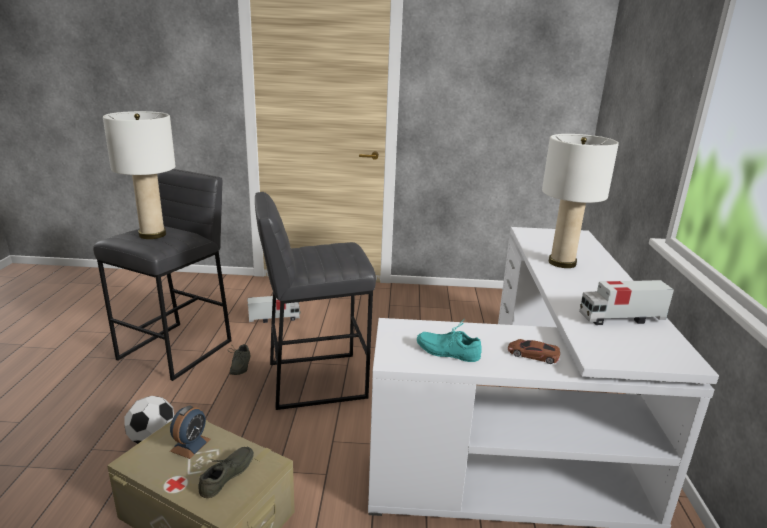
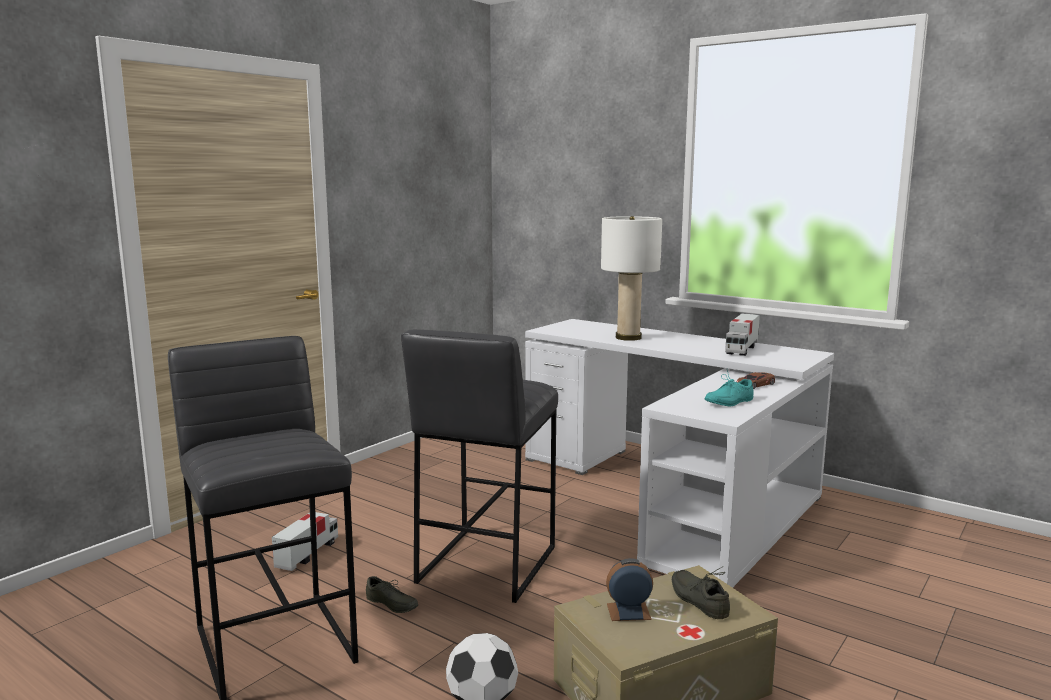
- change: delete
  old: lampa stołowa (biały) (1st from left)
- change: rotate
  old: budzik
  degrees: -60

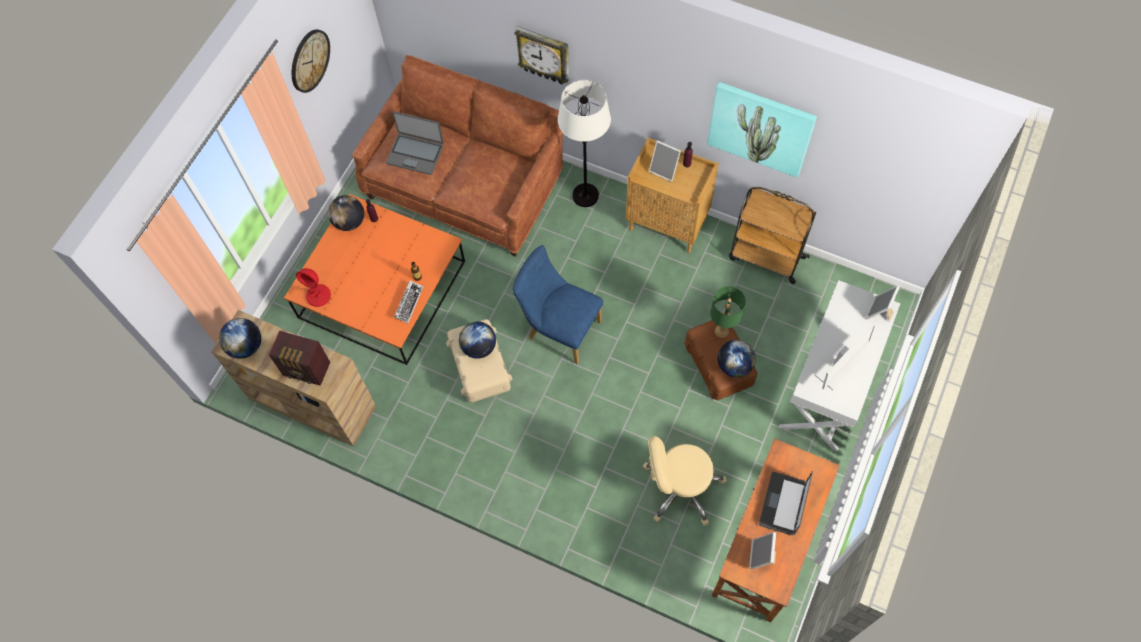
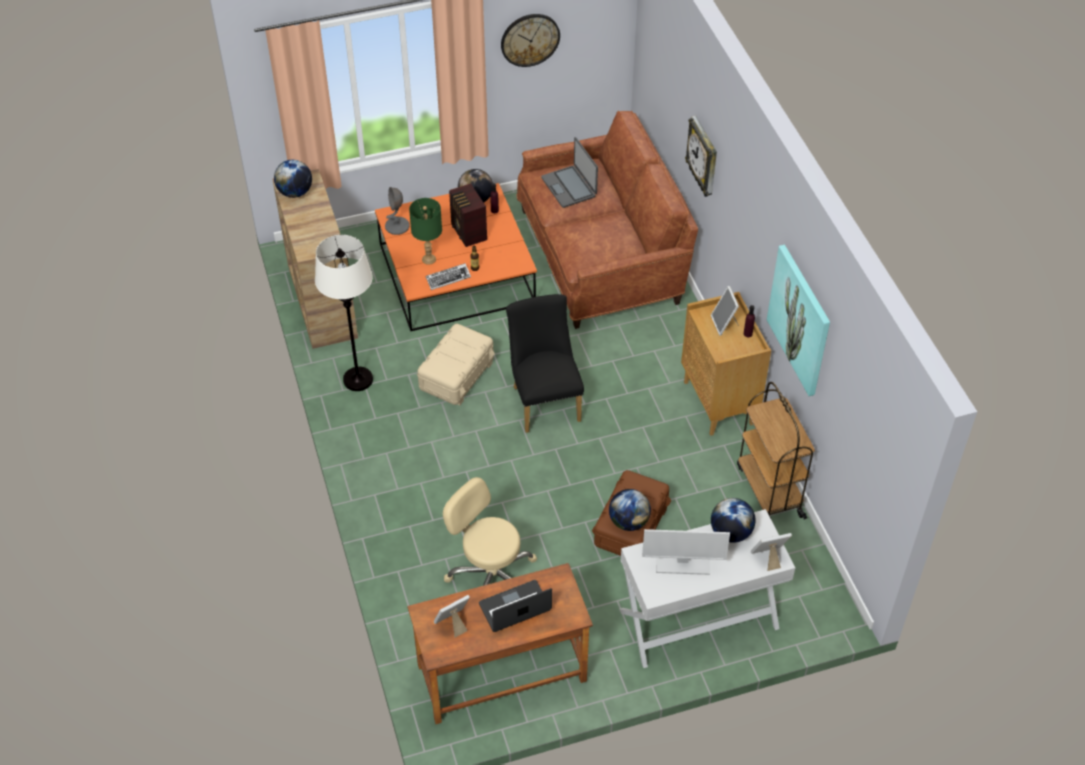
- change: move
  old: radio
- change: move
  old: globus (3rd from left in the first image)
  new: globus (4th from left)
- change: move
  old: lampa stojąca (biały)
- change: move
  old: lampa stołowa (zielony)
- change: recolor
  old: lampa stołowa (czerwony)
  new: lampa stołowa (szary)
- change: recolor
  old: krzesło (niebieski)
  new: krzesło (czarny)

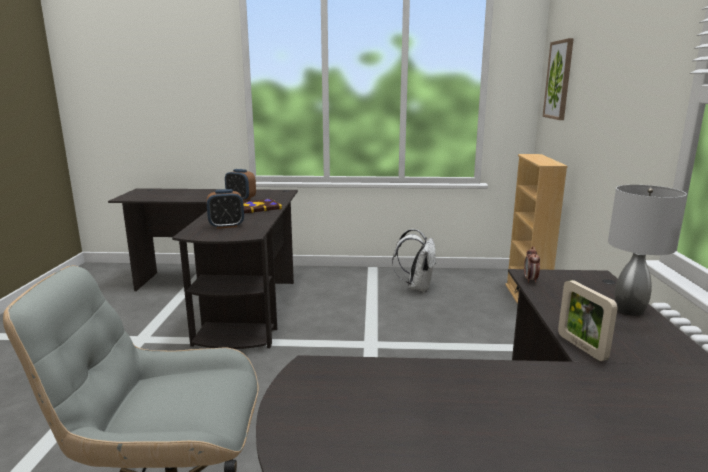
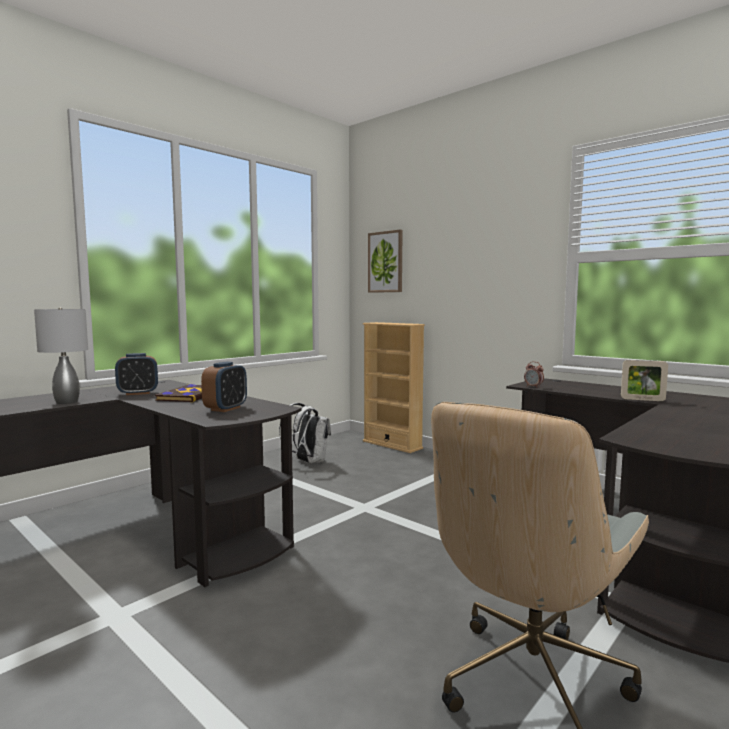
- change: move
  old: lampa stołowa (szary)

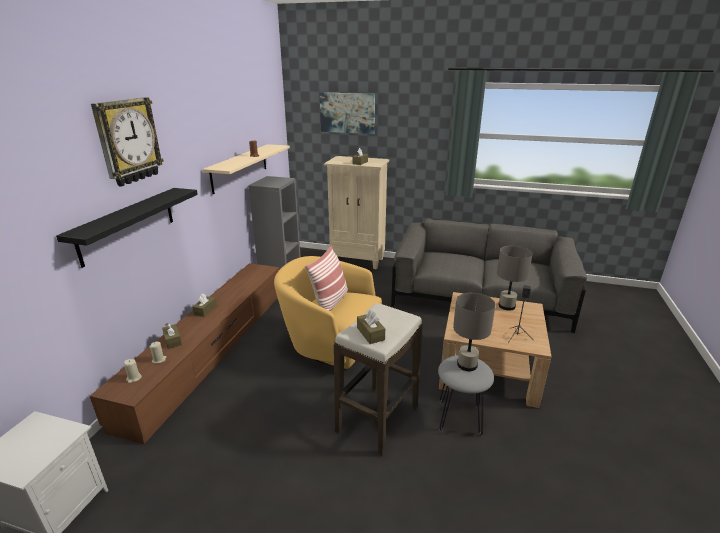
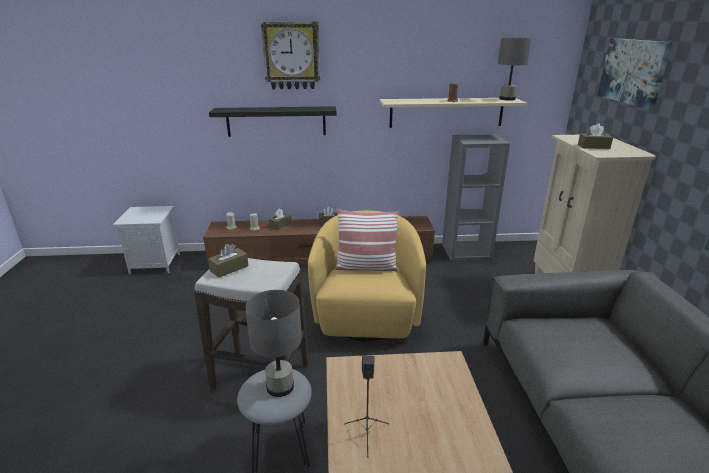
- change: move
  old: lampa stołowa (szary) (2nd from left)

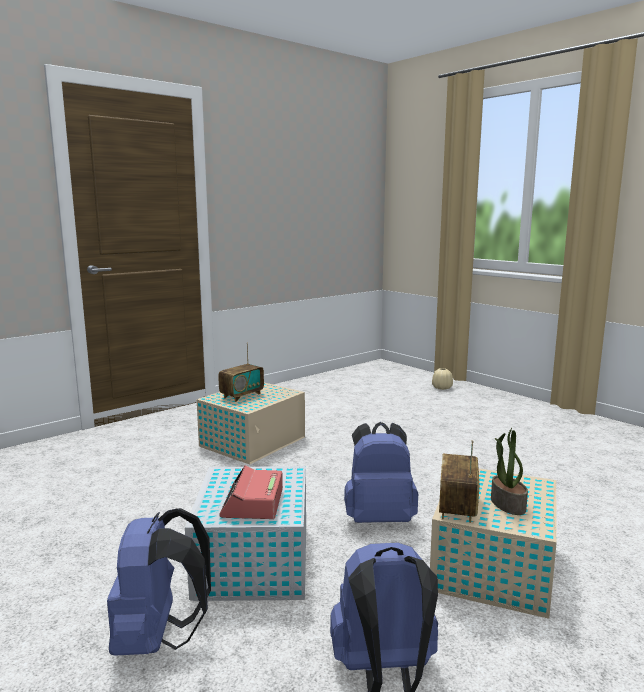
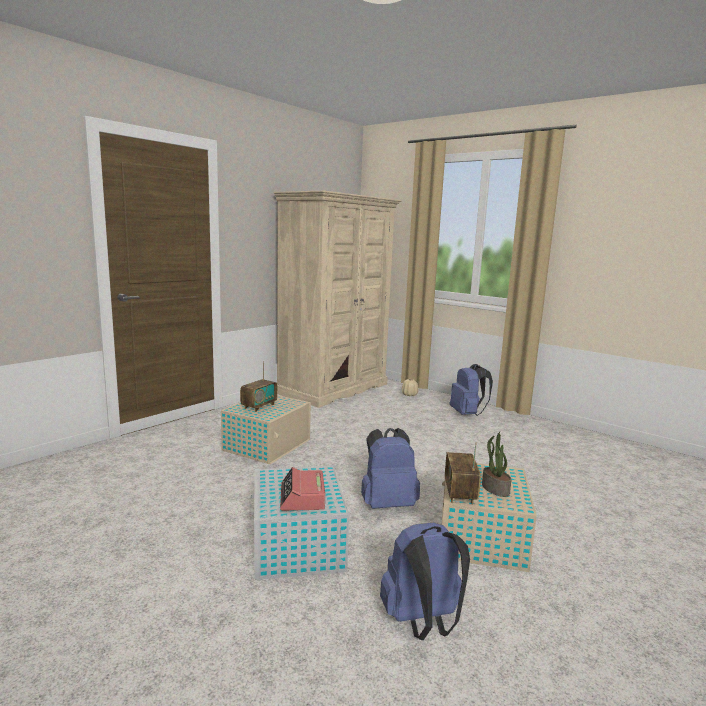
- change: insert
  new: szafa (beżowy)
- change: move
  old: plecak (niebieski) (1st from left in the first image)
  new: plecak (niebieski) (3rd from left)

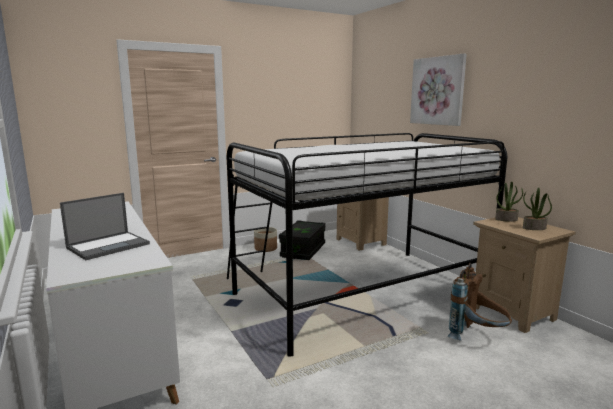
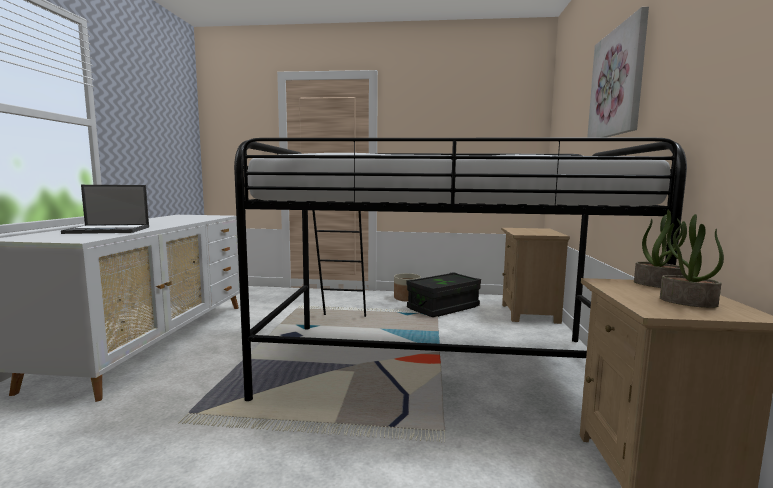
- change: delete
  old: plecak (brązowy)

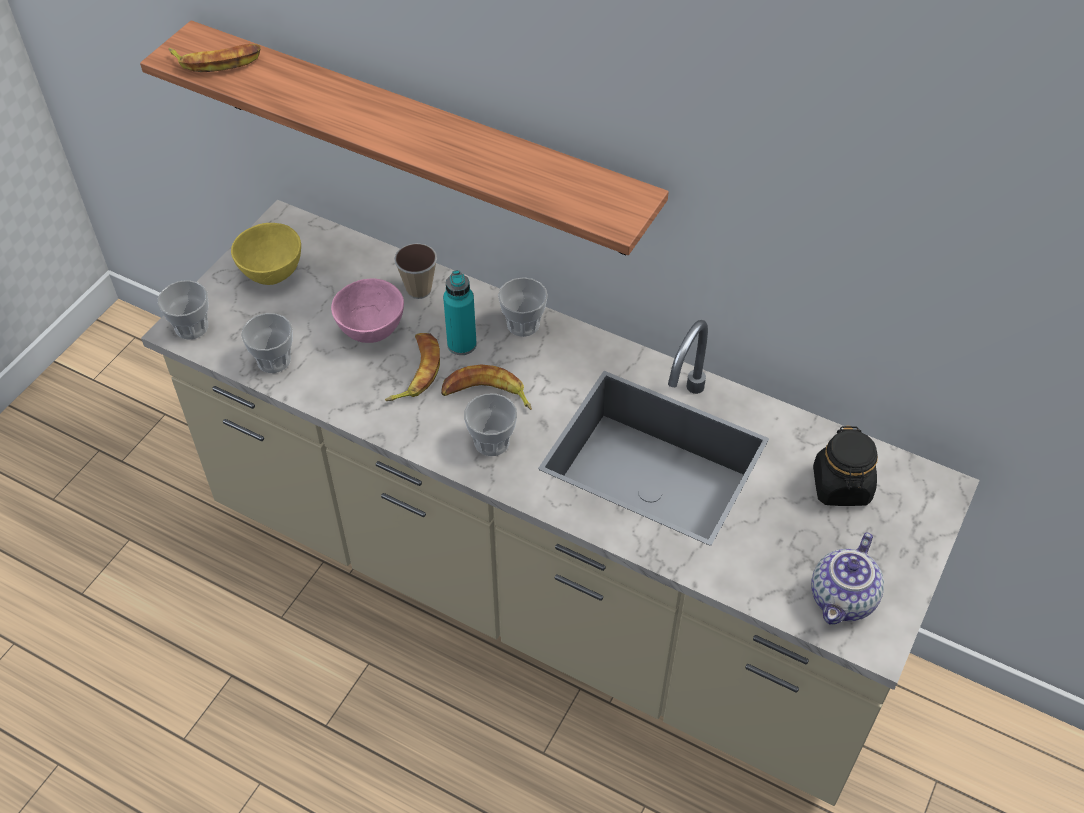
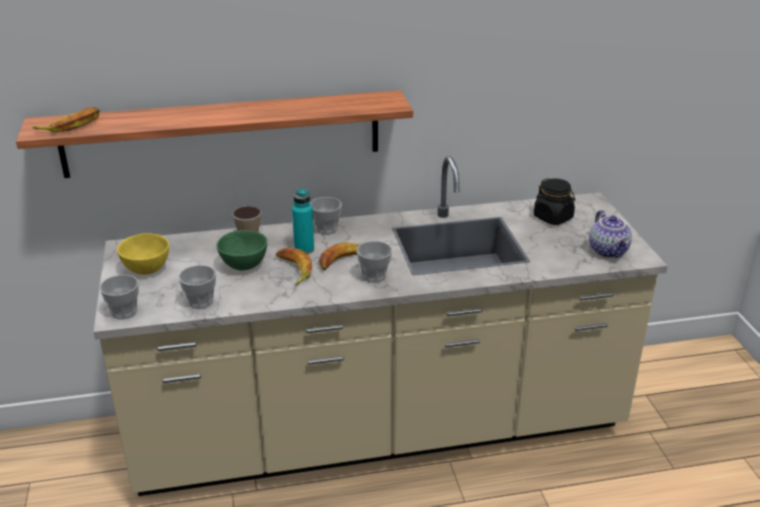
- change: recolor
  old: miska (różowy)
  new: miska (zielony)

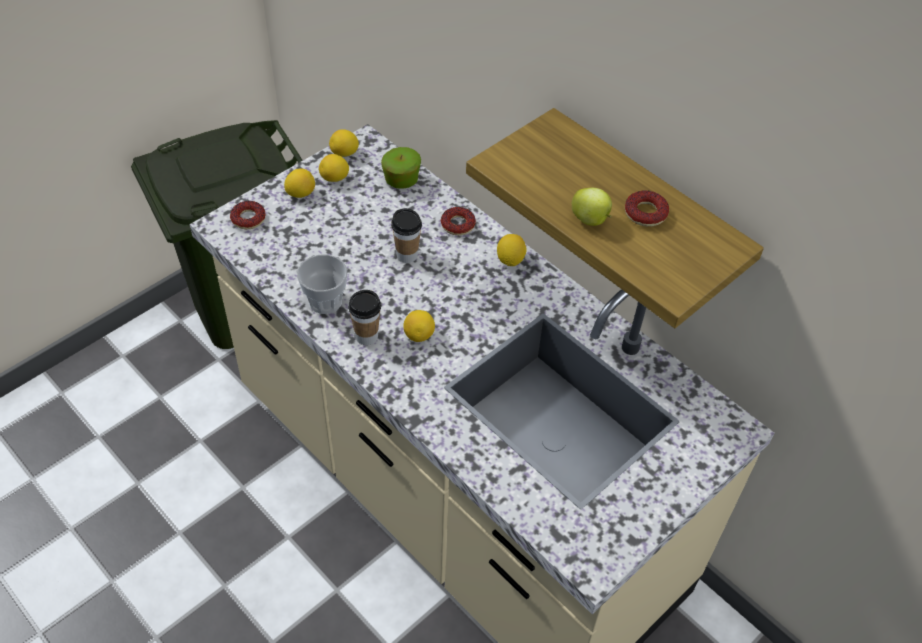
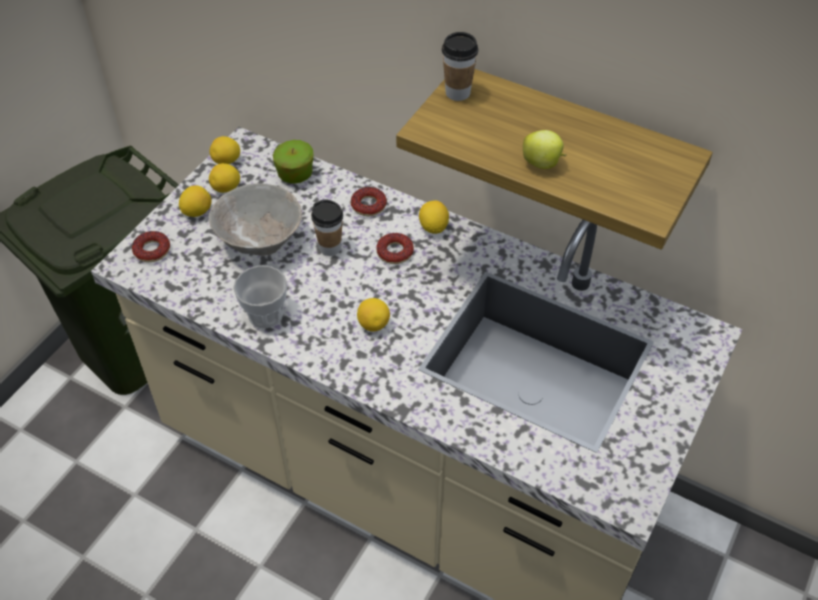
- change: insert
  new: miska (szary)
- change: move
  old: filiżanka (2nd from left in the first image)
  new: filiżanka (3rd from left)
- change: move
  old: donut (3rd from left)

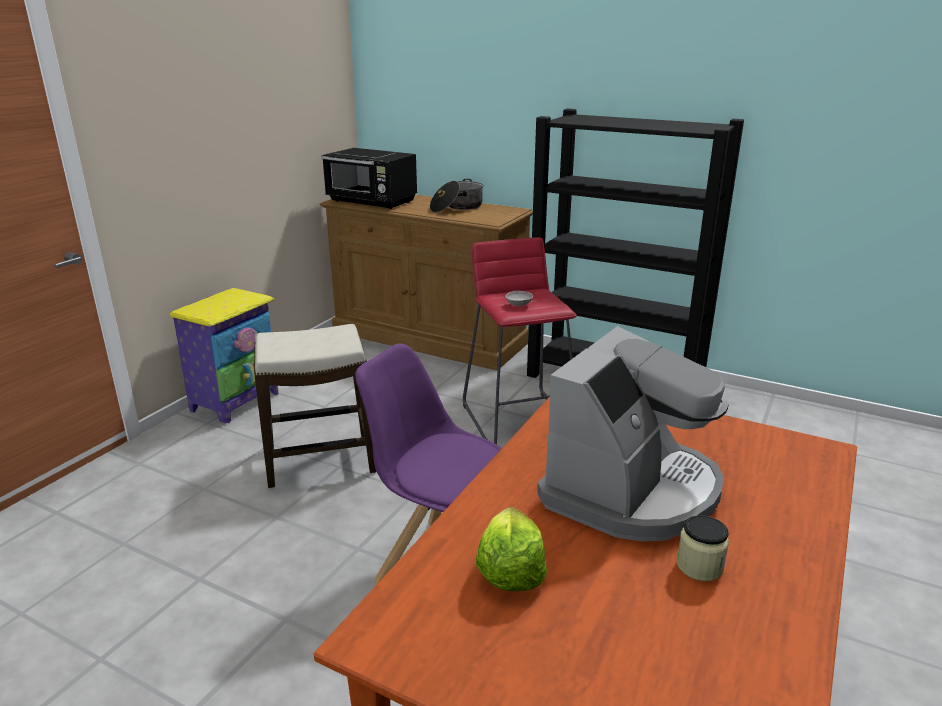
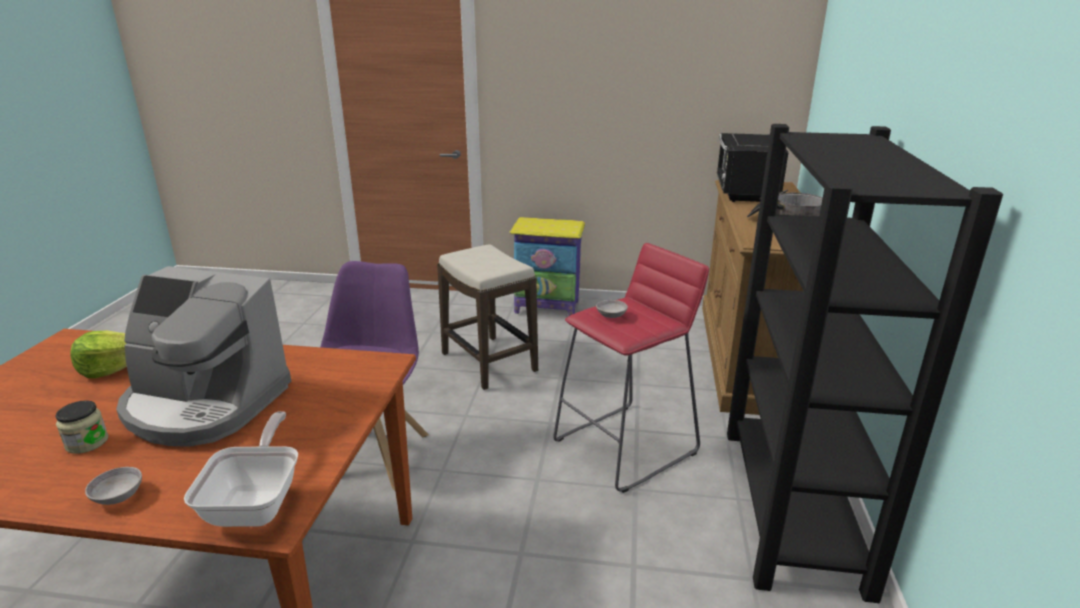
- change: insert
  new: miska (szary) (1st from left)
- change: insert
  new: patelnia

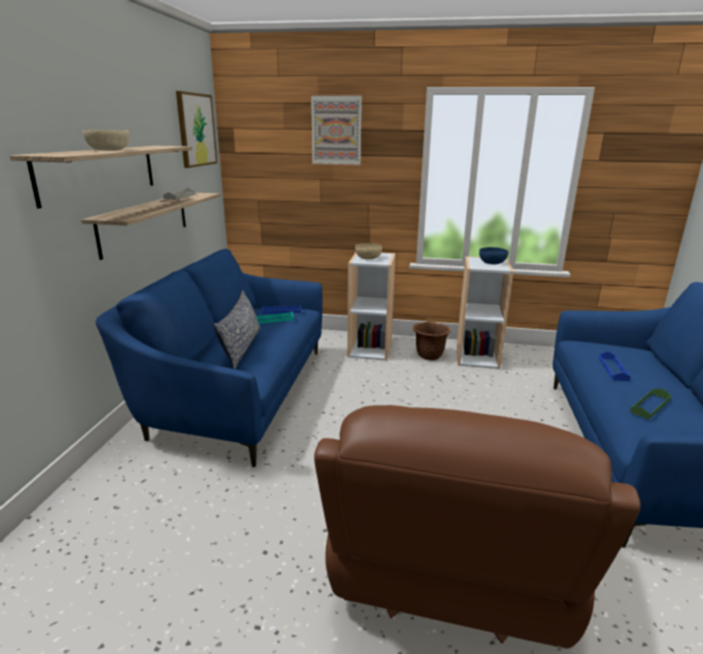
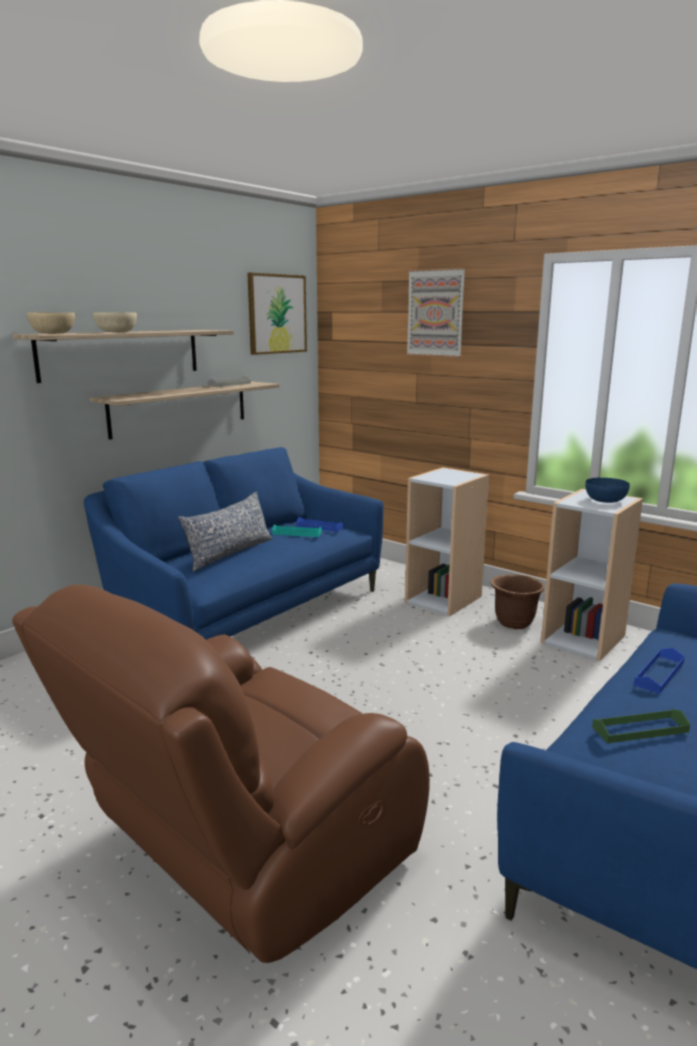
- change: move
  old: miska (beżowy) (2nd from left in the first image)
  new: miska (beżowy) (1st from left)

